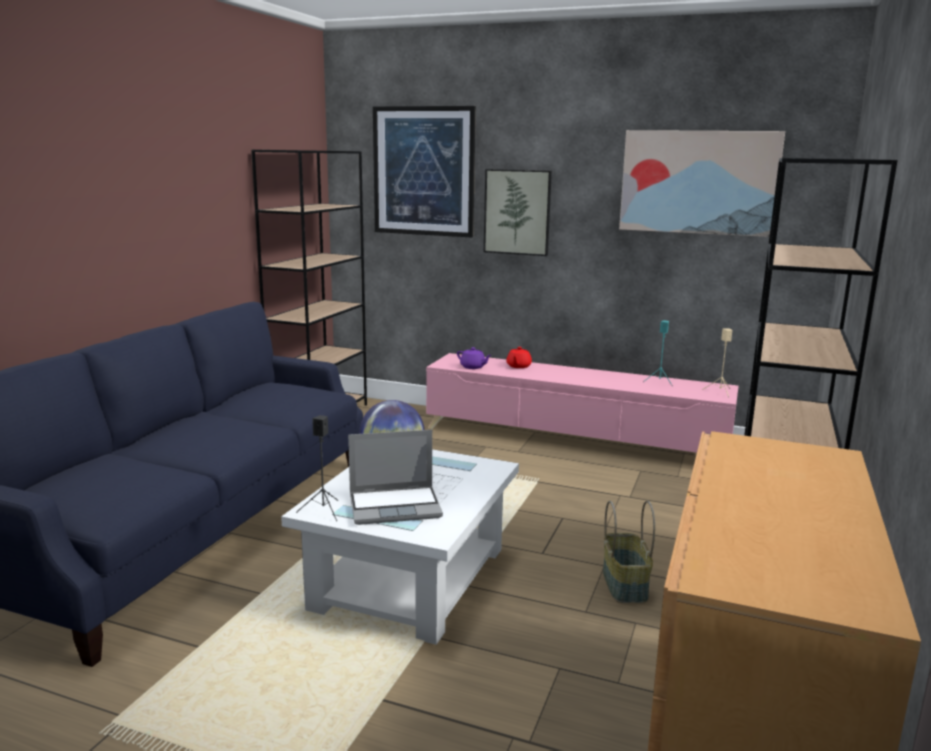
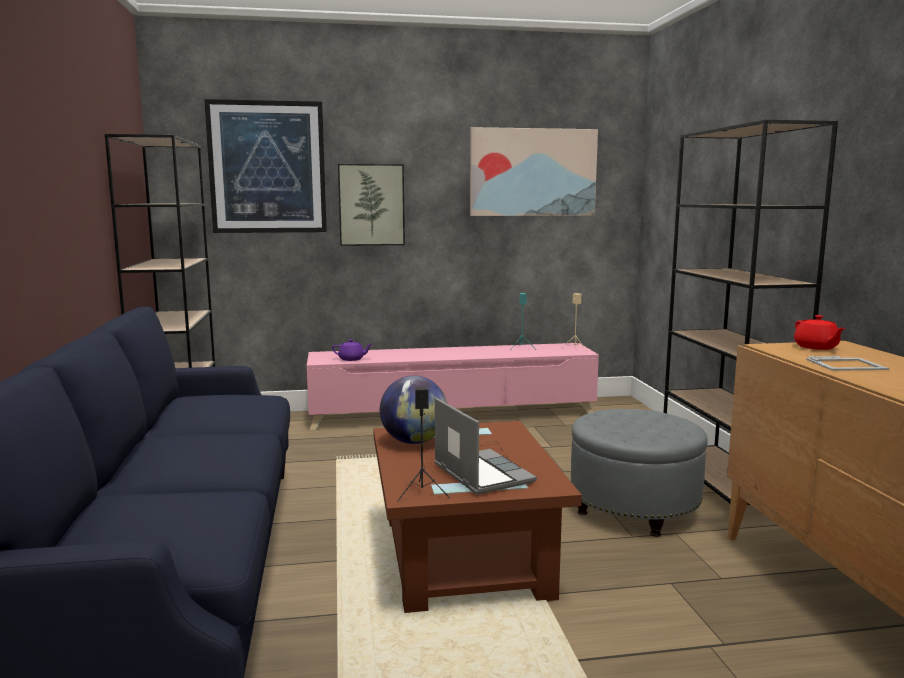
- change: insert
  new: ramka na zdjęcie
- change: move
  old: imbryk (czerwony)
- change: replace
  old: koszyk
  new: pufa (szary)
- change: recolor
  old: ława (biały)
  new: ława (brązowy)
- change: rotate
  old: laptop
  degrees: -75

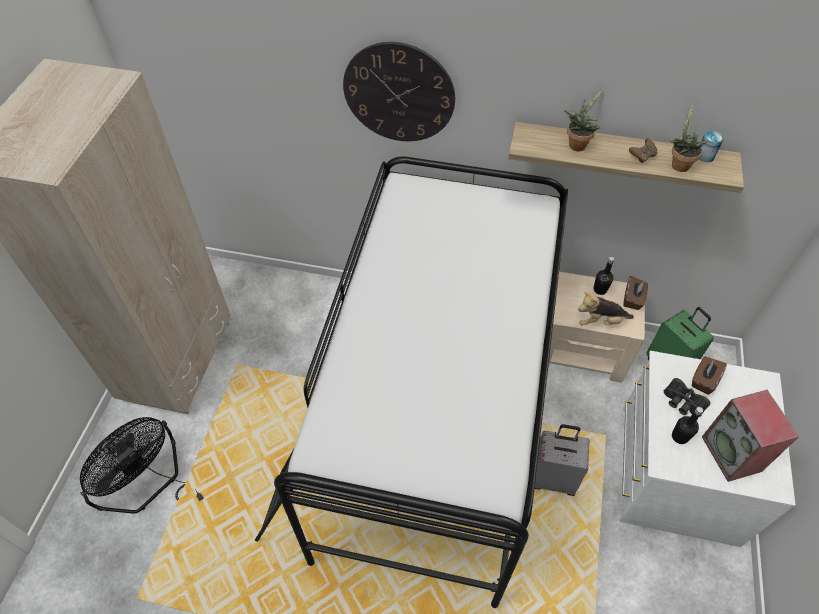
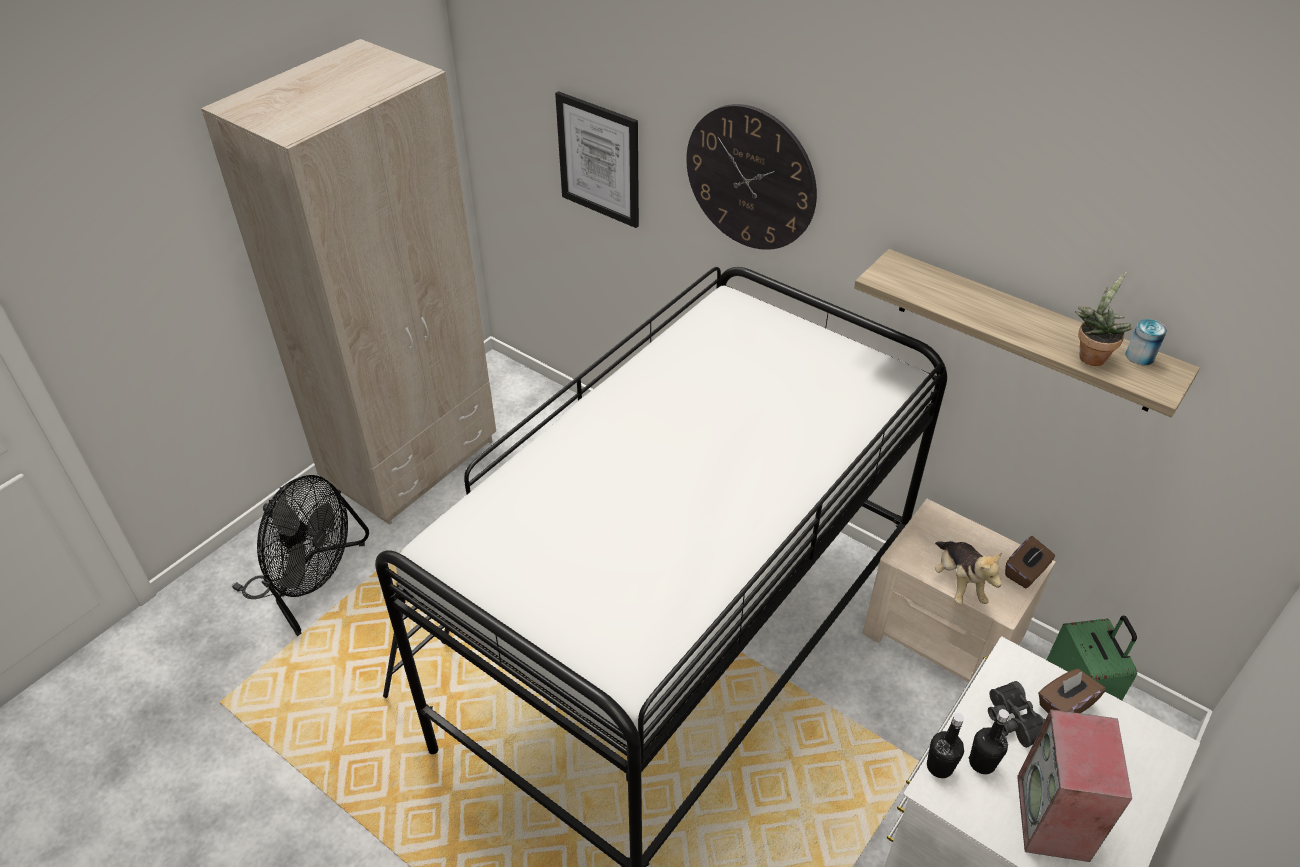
- change: delete
  old: walizka (szary)
- change: delete
  old: roślina doniczkowa (1st from left)
- change: delete
  old: pad do gier (brązowy)
- change: insert
  new: obraz
- change: move
  old: butelka (czarny) (1st from left)
- change: rotate
  old: wentylator (czarny)
  degrees: 135
- change: rotate
  old: pluszak
  degrees: -120

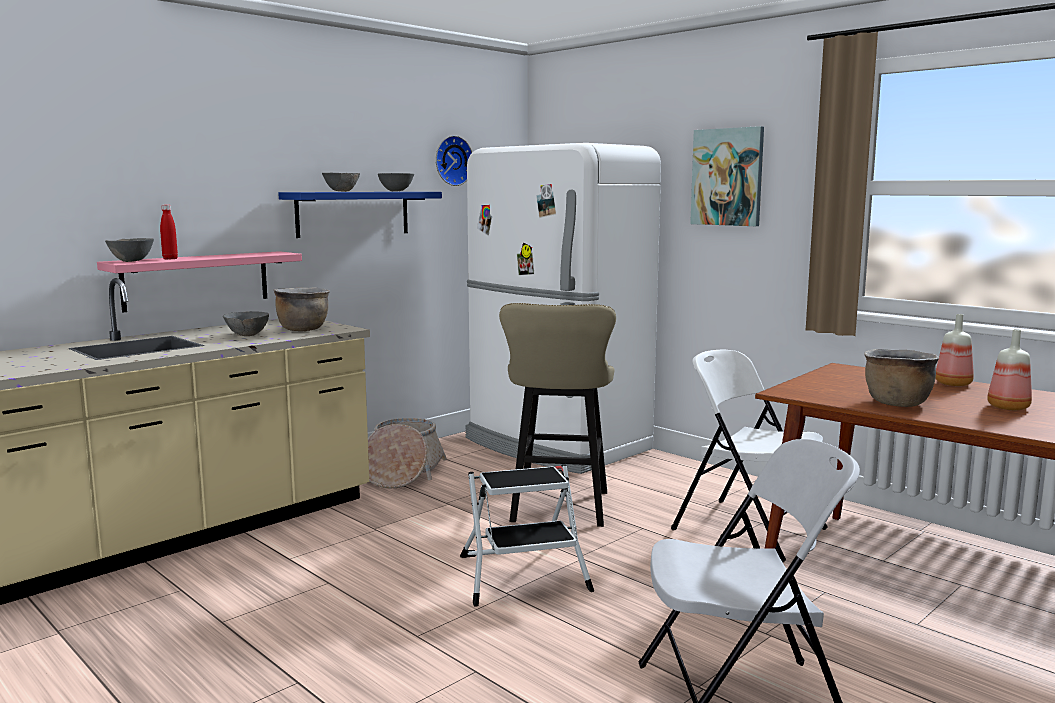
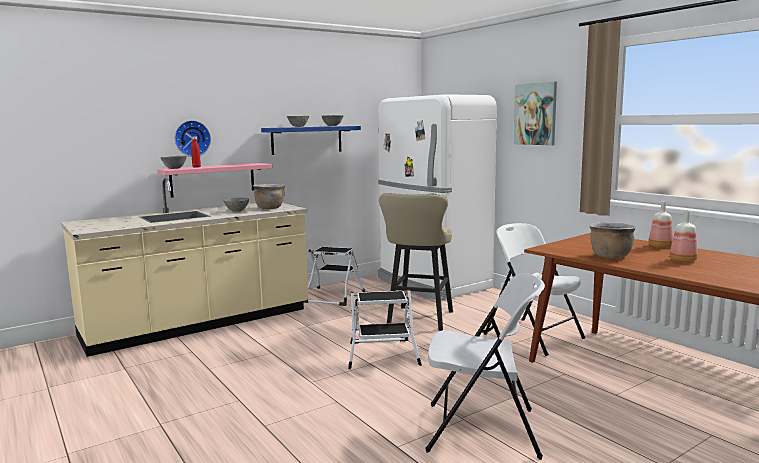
- change: move
  old: zegar ścienny
- change: replace
  old: koszyk
  new: drabinka (1st from left)

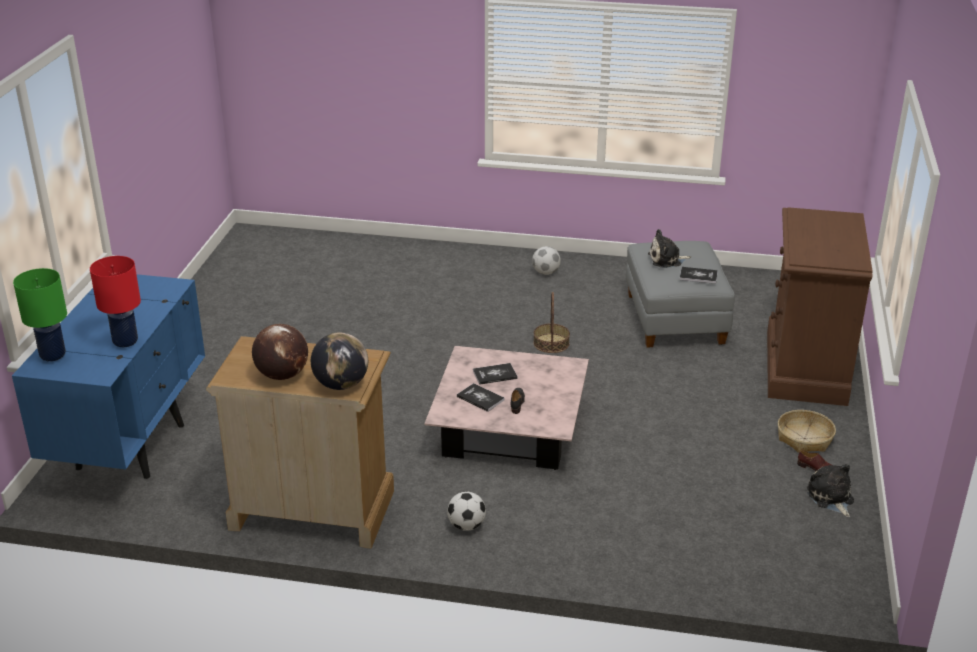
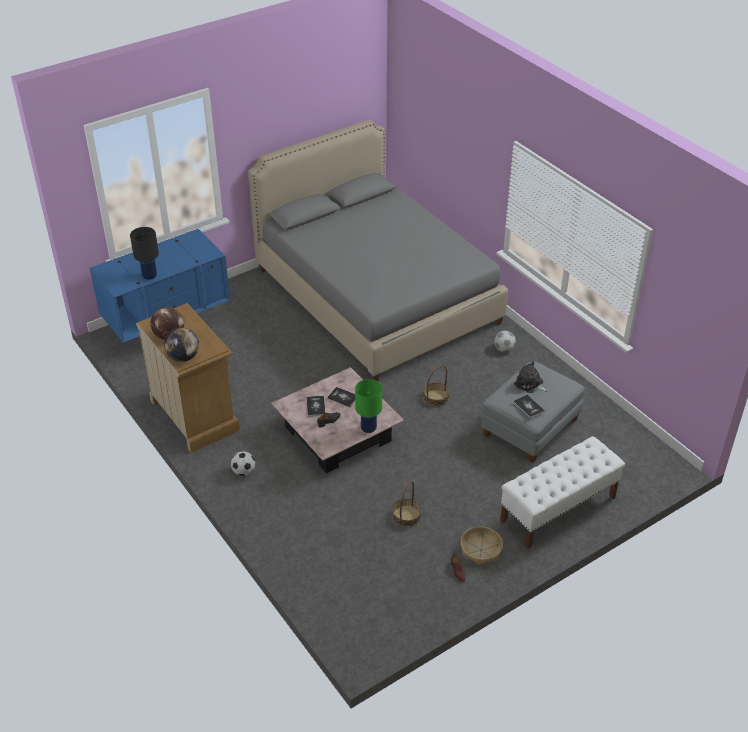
- change: delete
  old: pluszak (2nd from left)
- change: insert
  new: łóżko (szary)
- change: insert
  new: koszyk (1st from left)
- change: move
  old: lampa stołowa (zielony)
- change: replace
  old: komoda (brązowy) (2nd from left)
  new: ławka (biały)
- change: recolor
  old: lampa stołowa (czerwony)
  new: lampa stołowa (czarny)

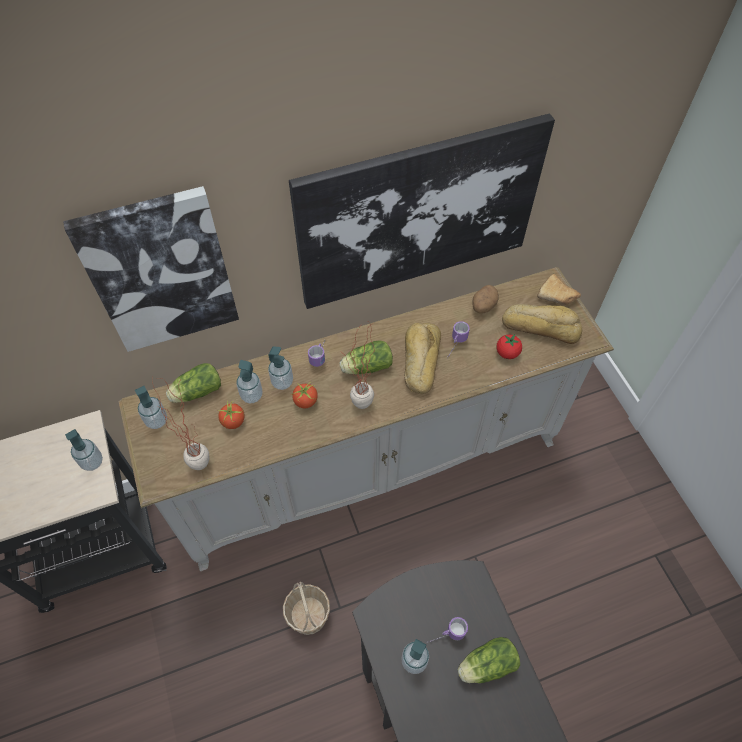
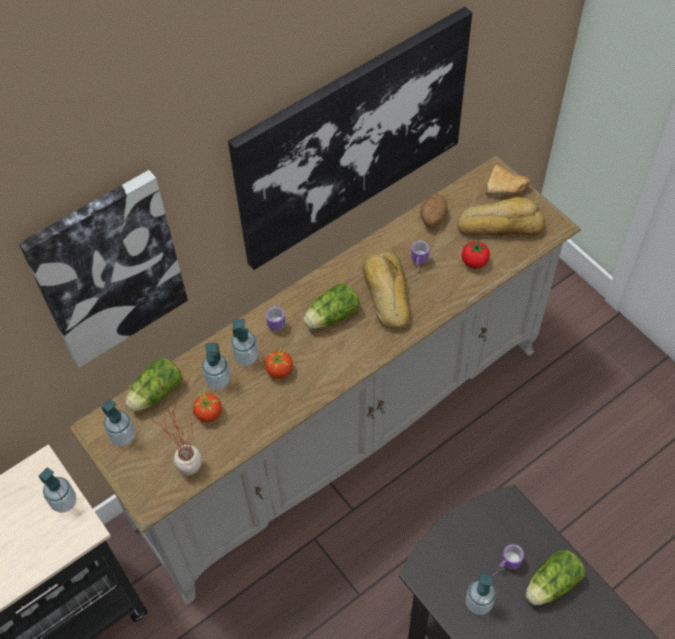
- change: delete
  old: koszyk
- change: delete
  old: roślina doniczkowa (2nd from left)

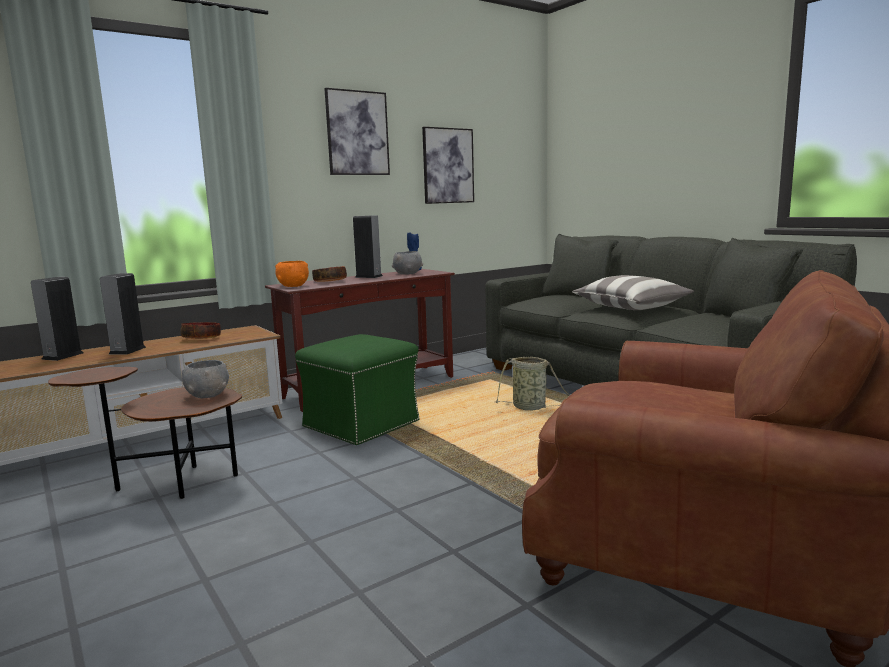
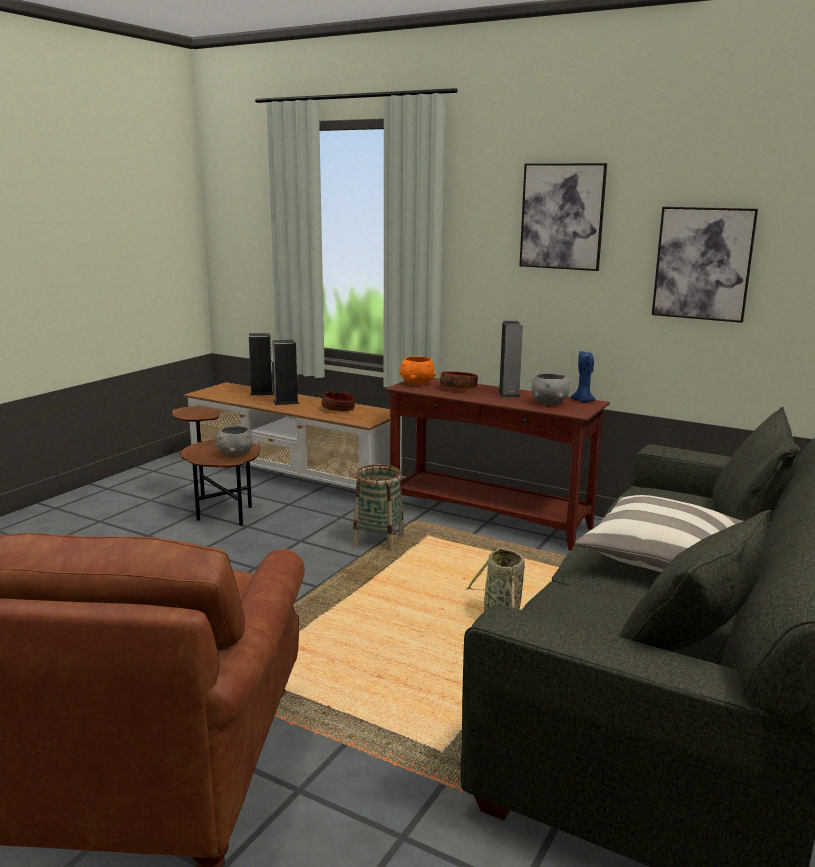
- change: replace
  old: pufa (zielony)
  new: koszyk (1st from left)

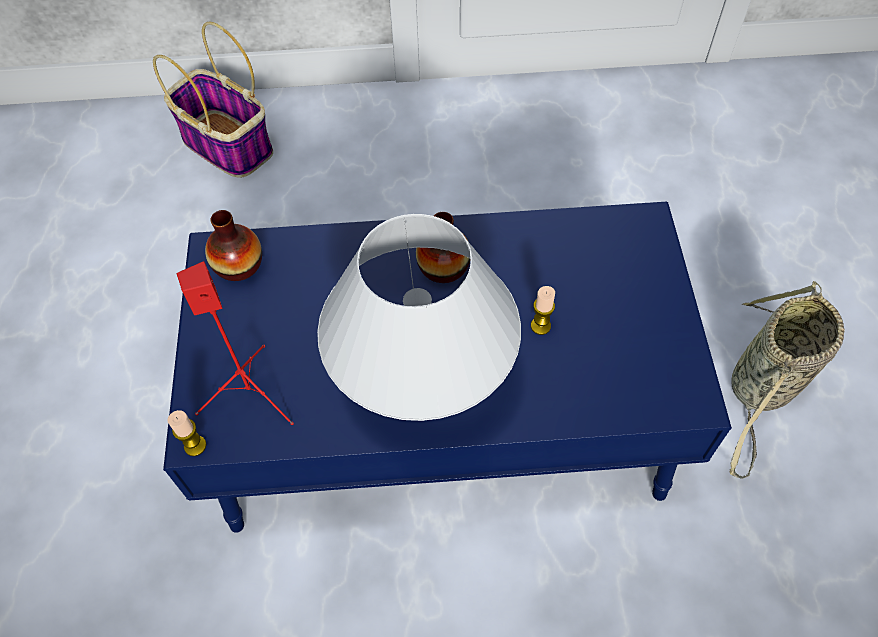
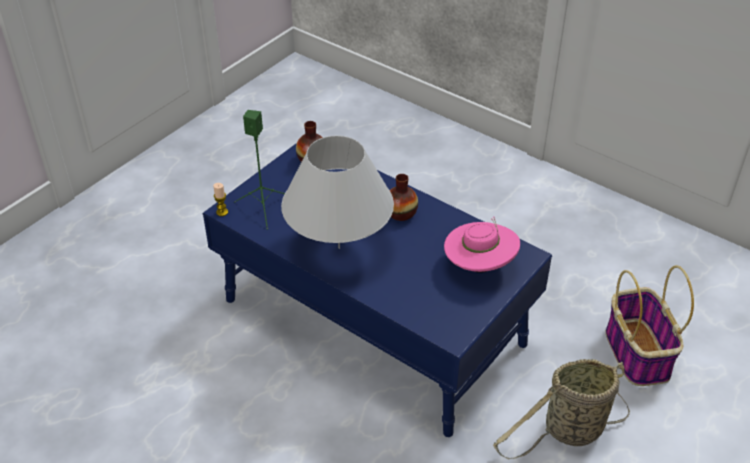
- change: delete
  old: świeca (2nd from left)
- change: insert
  new: kapelusz (różowy)
- change: move
  old: koszyk (1st from left in the first image)
  new: koszyk (2nd from left)
- change: recolor
  old: głośnik (czerwony)
  new: głośnik (zielony)

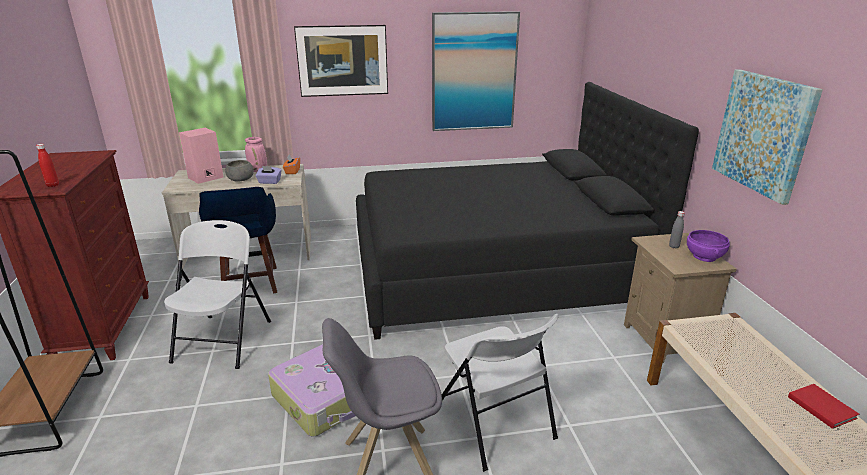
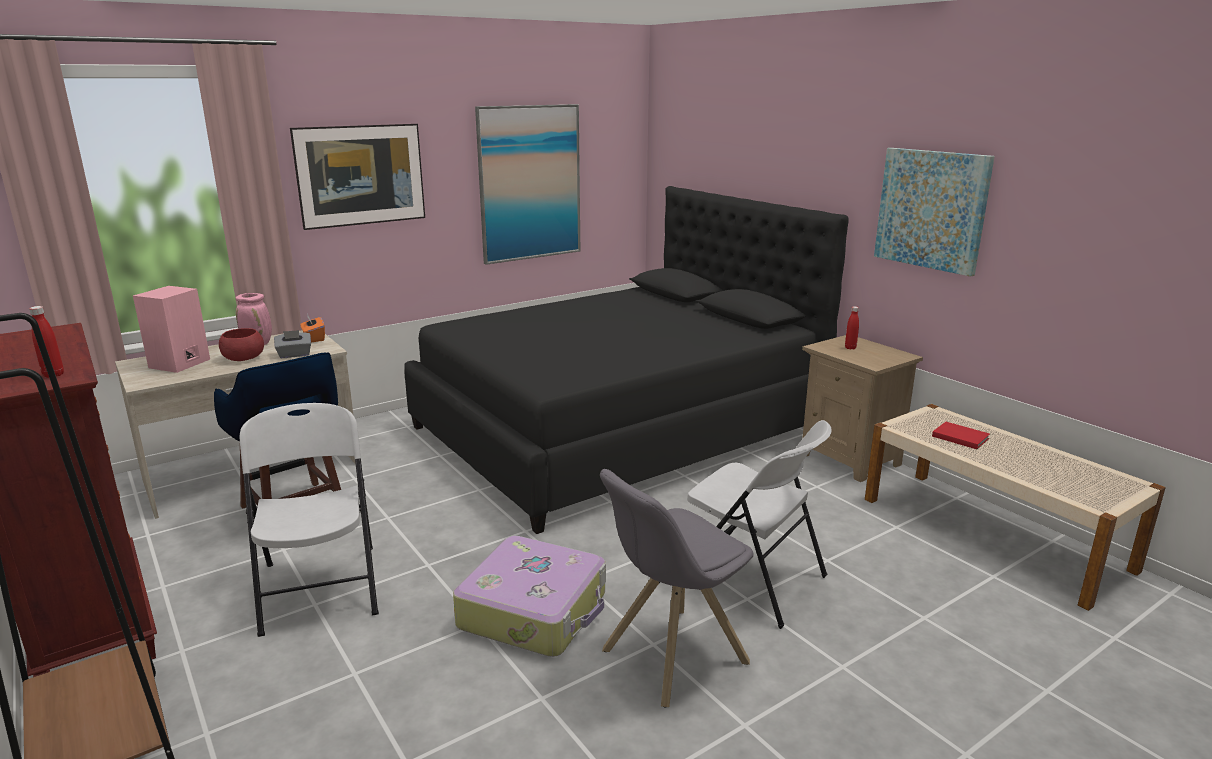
- change: delete
  old: miska (fioletowy)
- change: move
  old: książka (czerwony)
- change: recolor
  old: miska (szary)
  new: miska (czerwony)
- change: recolor
  old: pudełko chusteczek (fioletowy)
  new: pudełko chusteczek (szary)
- change: recolor
  old: butelka (szary)
  new: butelka (czerwony) (2nd from left)

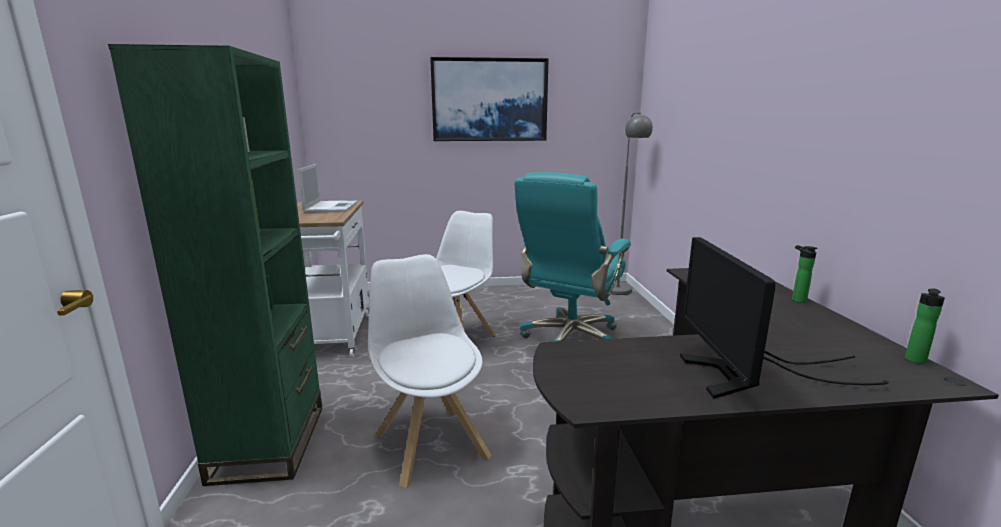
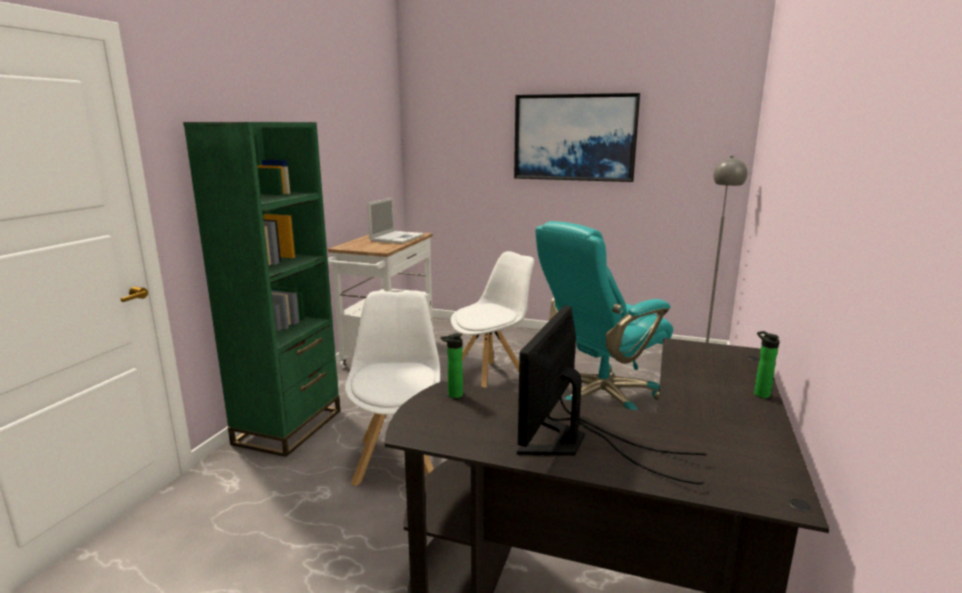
- change: move
  old: butelka (2nd from left in the first image)
  new: butelka (1st from left)

